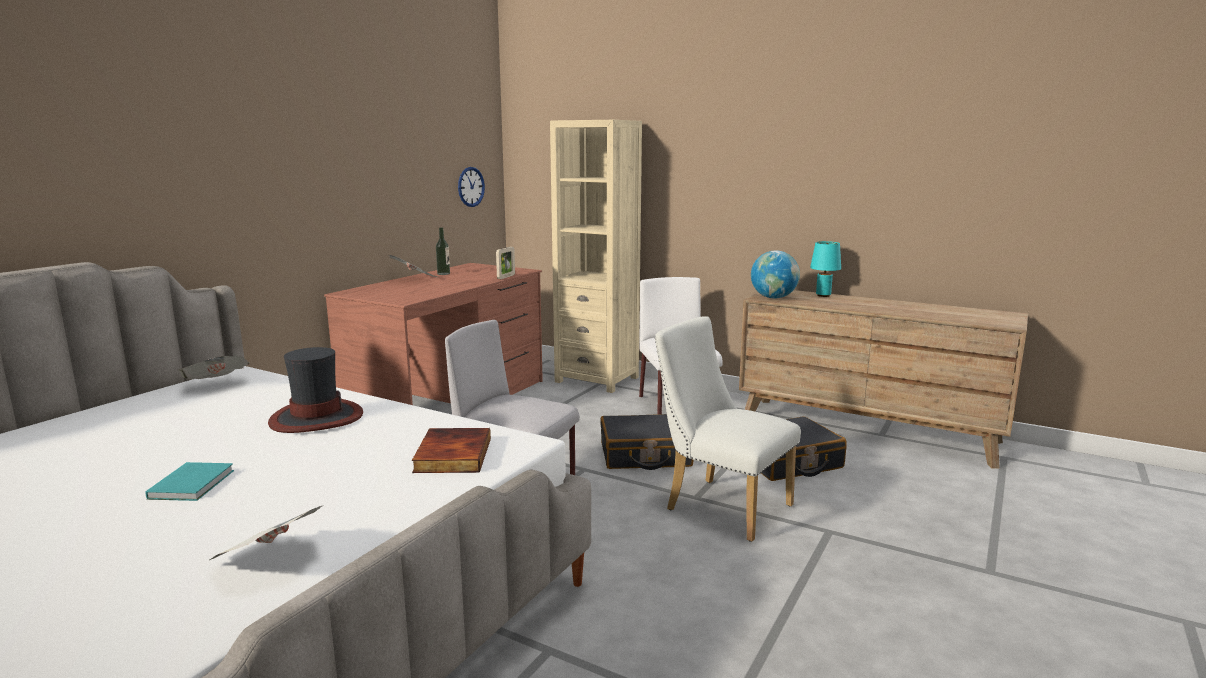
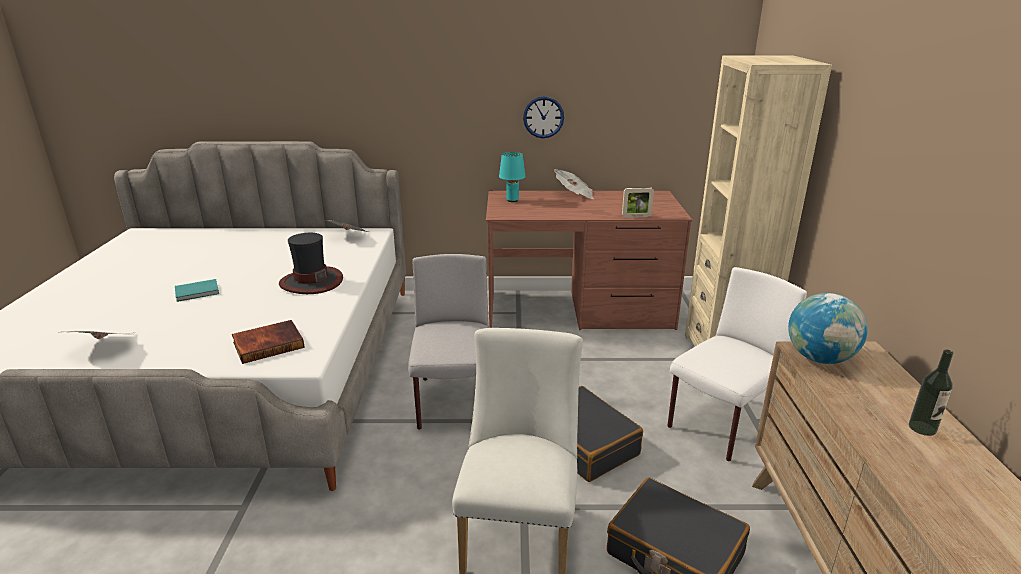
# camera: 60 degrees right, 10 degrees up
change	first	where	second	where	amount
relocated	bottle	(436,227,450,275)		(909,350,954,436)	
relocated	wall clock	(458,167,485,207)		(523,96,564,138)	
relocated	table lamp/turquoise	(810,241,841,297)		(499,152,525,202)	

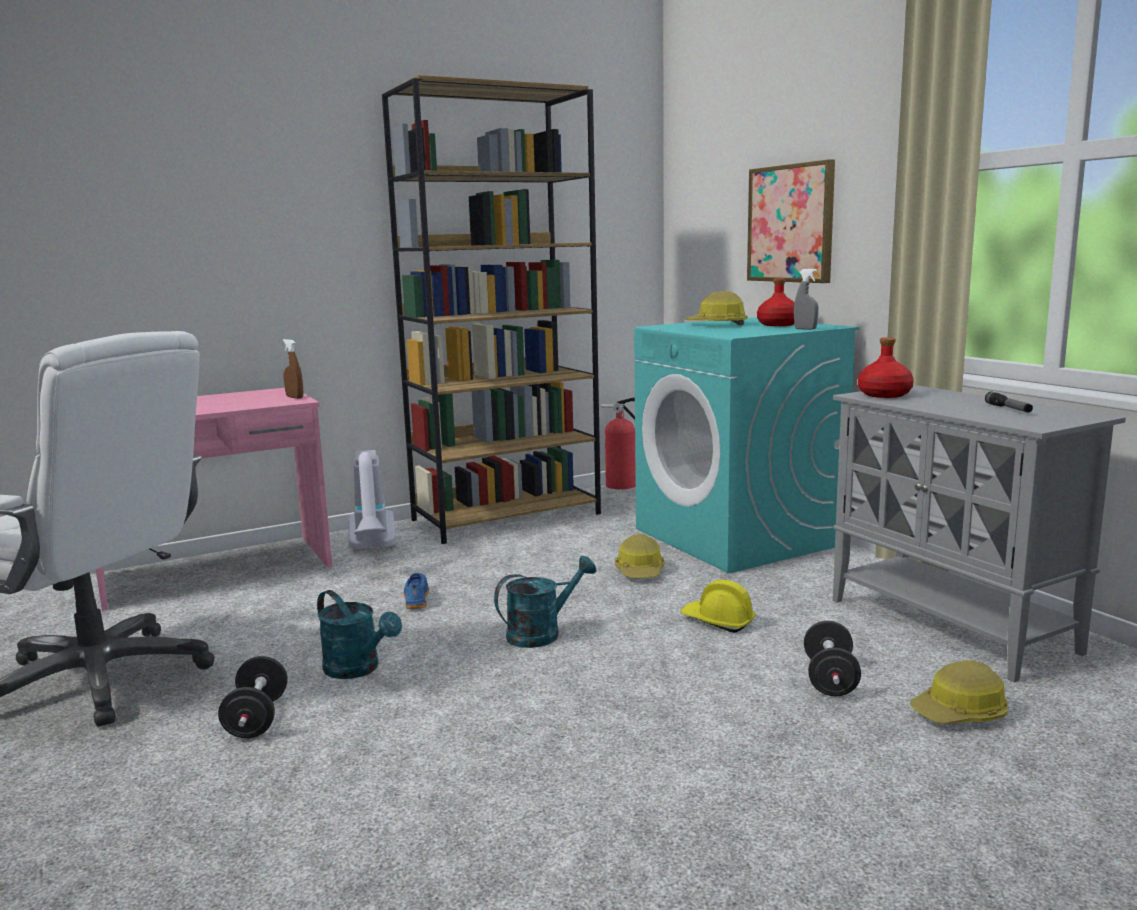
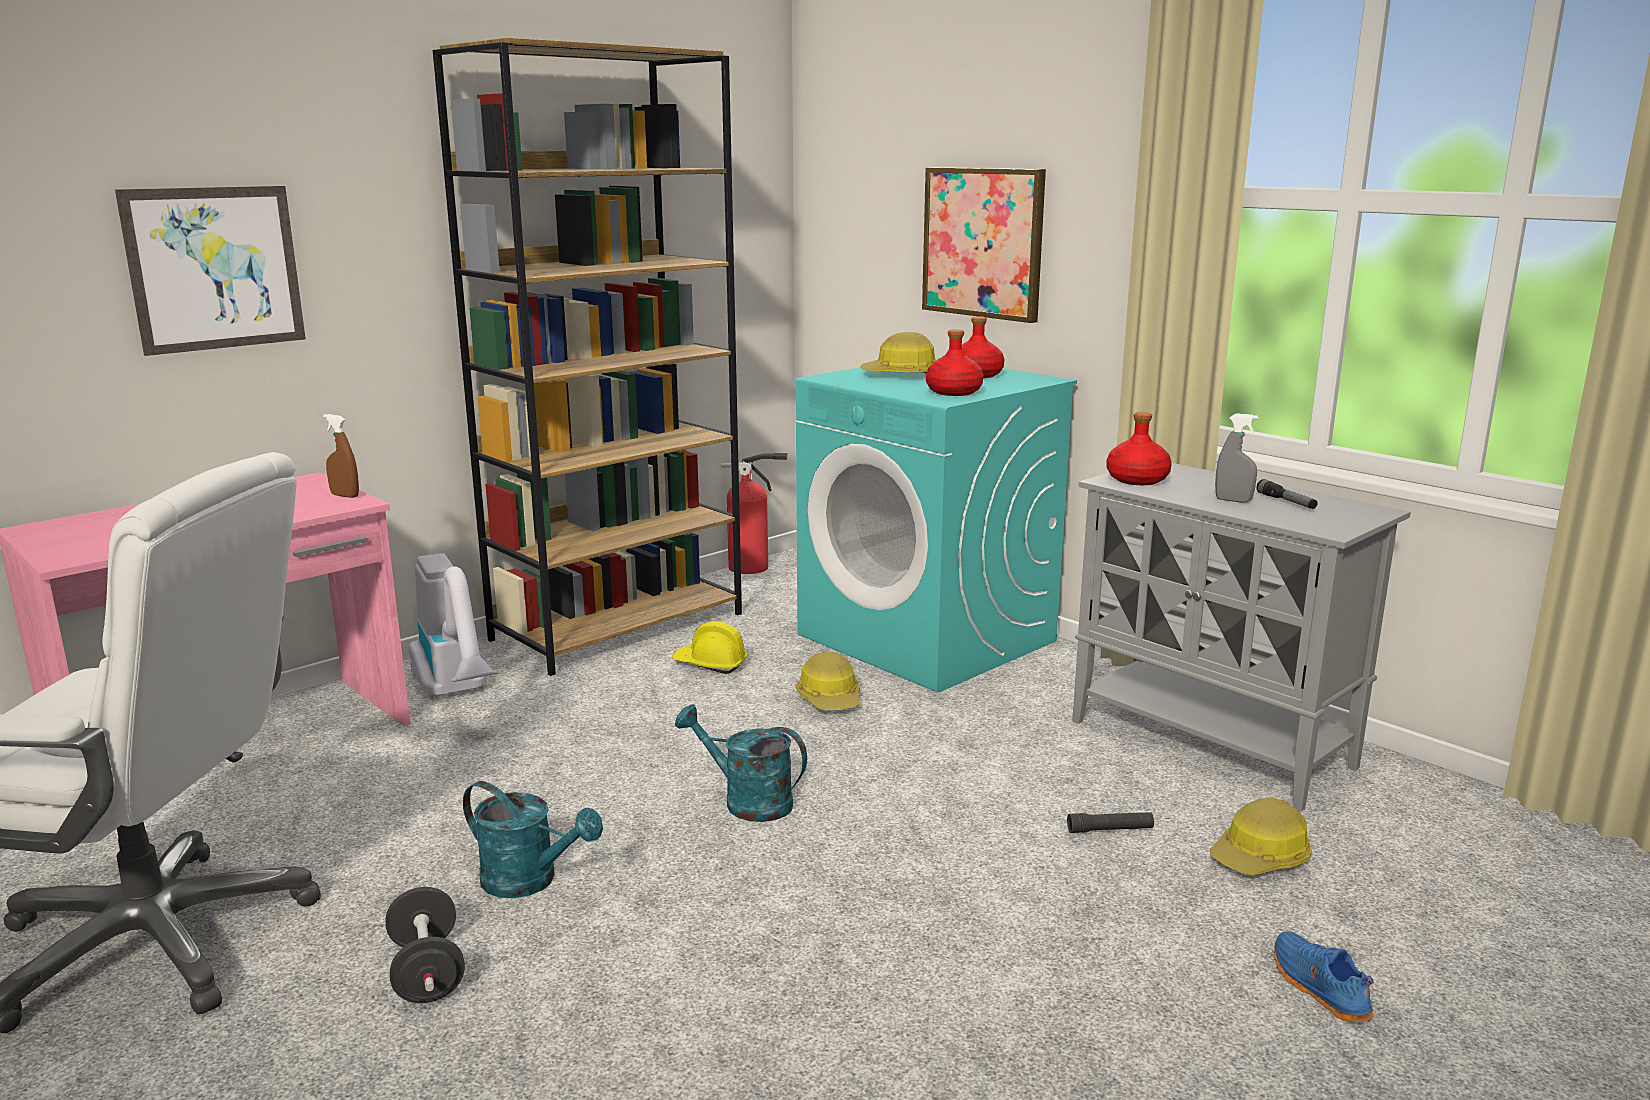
# camera: 15 degrees left, 5 degrees up
change	first	where	second	where	amount
appeared			picture	(115,186,306,356)	
appeared			bottle/red	(926,329,983,396)	
relocated	shoe/blue	(404,573,429,609)		(1274,931,1374,1022)	
relocated	hard hat/yellow	(681,580,756,633)		(672,621,748,674)	
relocated	spray bottle/grey	(794,269,819,330)		(1215,413,1258,503)	
exchanged	dumbbell/black	(804,621,861,696)	flashlight/black	(1067,812,1154,833)	
spun	watering can/turquoise	(494,556,597,648)		(675,705,807,822)	105 degrees counterclockwise

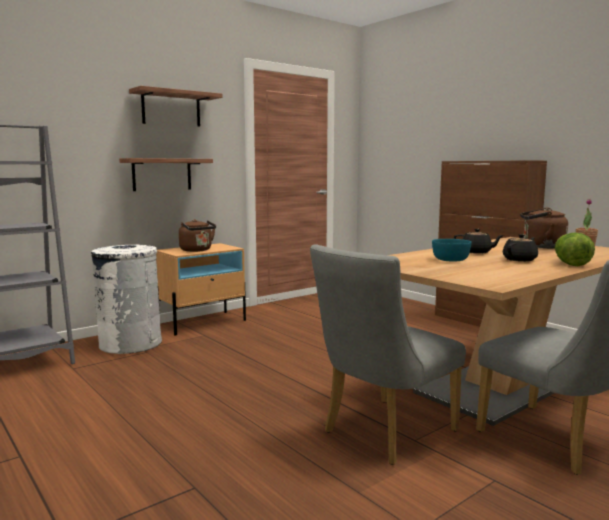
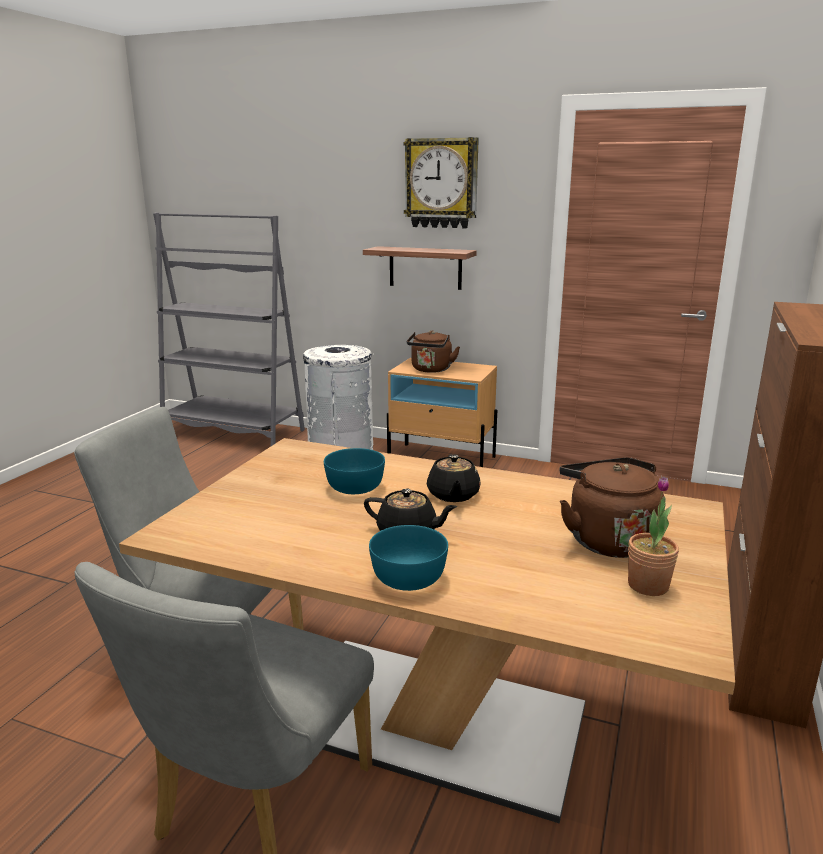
# camera: 60 degrees right, 10 degrees up
change	first	where	second	where	amount
exchanged	shelf	(129,86,223,127)	wall clock	(404,137,479,229)	
exchanged	lettuce	(555,233,595,266)	bowl/turquoise	(369,525,448,591)	

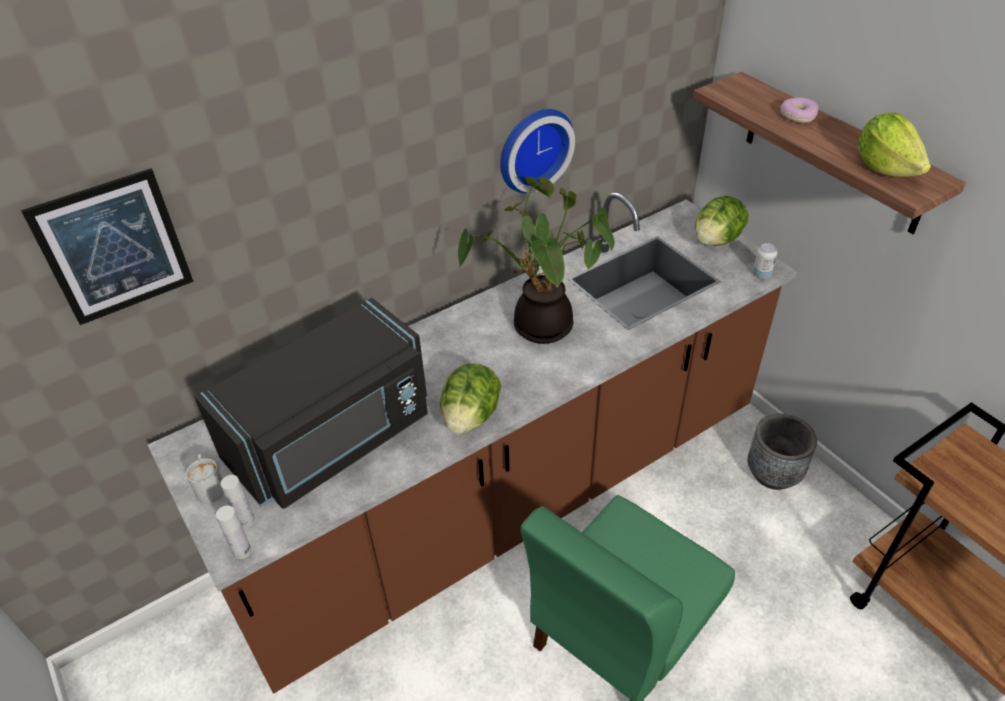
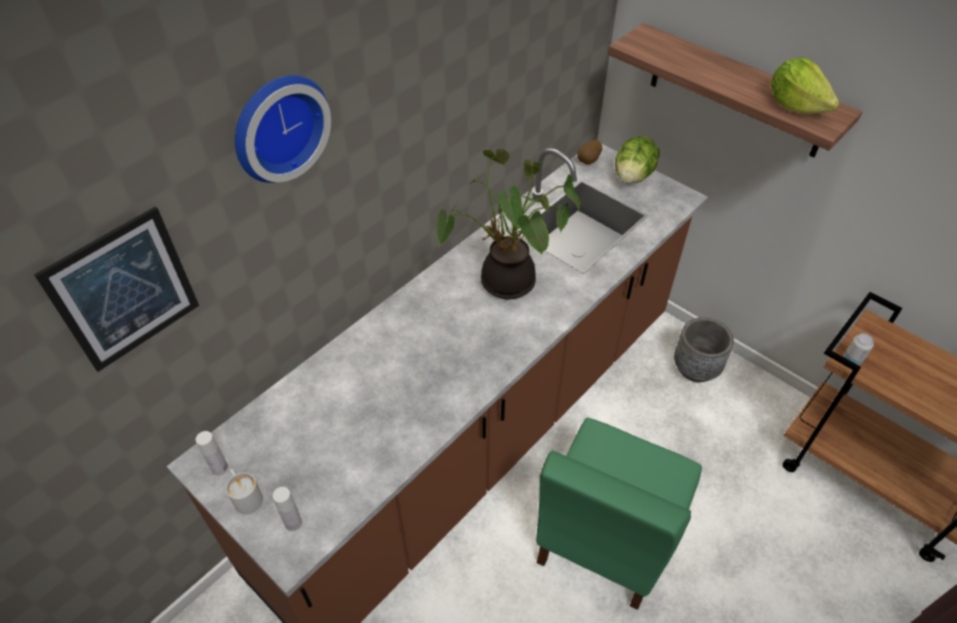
# camera: 15 degrees left, 5 degrees up
change	first	where	second	where	amount
missing	microwave/black	(194,298,428,509)			
missing	lettuce	(440,363,501,434)			
missing	donut	(780,97,819,123)			
appeared			potato	(577,140,602,164)	
relocated	bottle/white	(216,505,251,559)		(196,431,228,476)	
relocated	wall clock	(500,109,575,193)		(235,75,331,183)	
relocated	can	(753,243,777,278)		(844,333,874,365)	

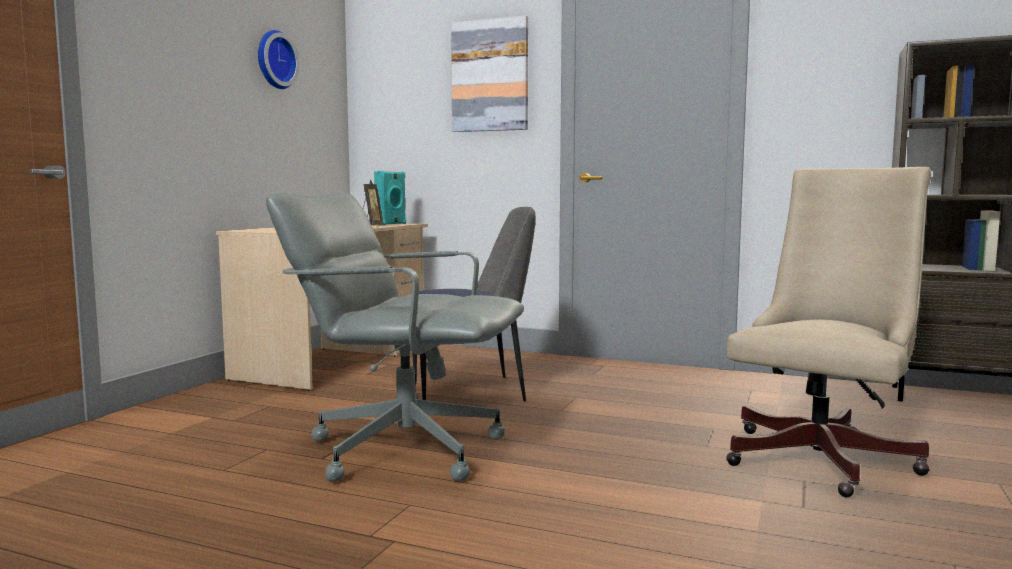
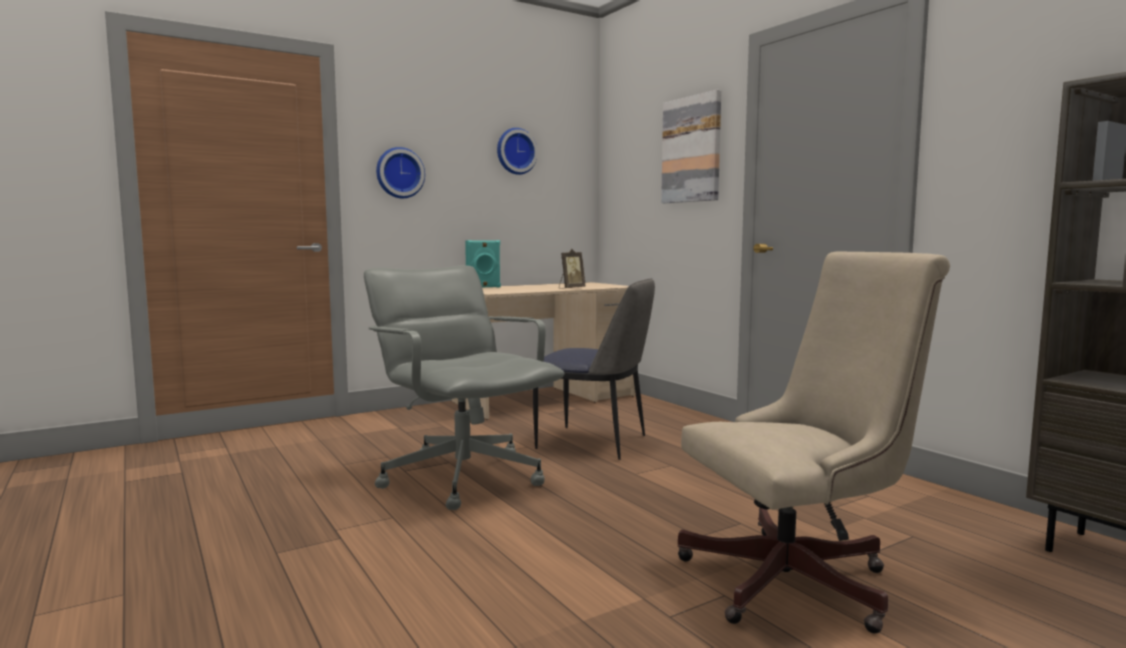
# camera: 35 degrees right, 0 degrees up
change	first	where	second	where	amount
appeared			wall clock	(376,147,425,198)	
relocated	speaker/turquoise	(374,171,406,225)		(465,240,501,287)	

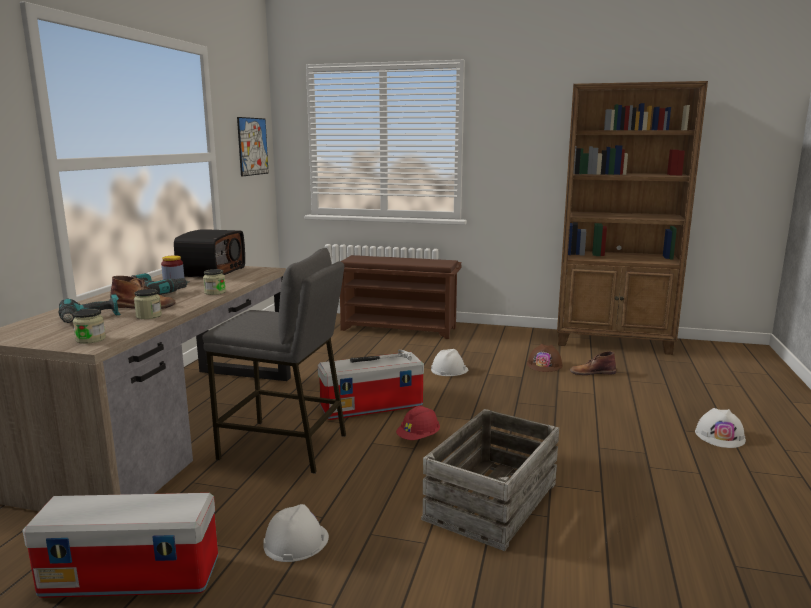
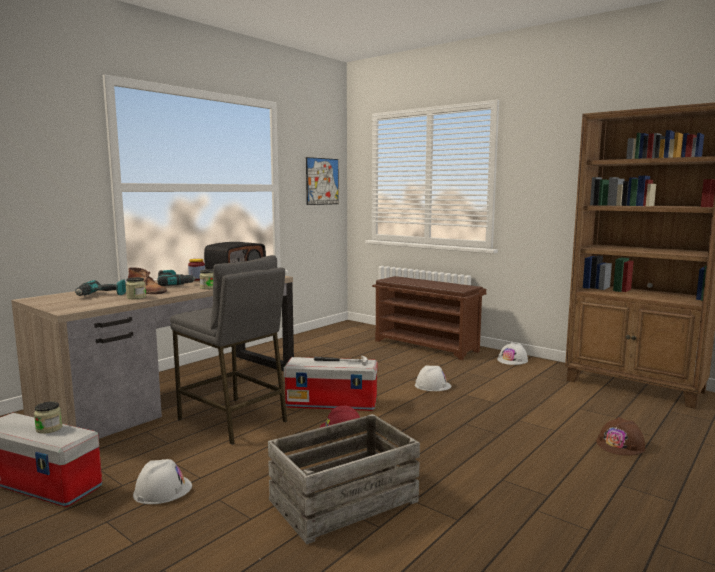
# camera: 25 degrees right, 5 degrees down
change	first	where	second	where	amount
missing	boot/brown	(570,351,616,375)			
relocated	jar	(73,309,106,344)		(34,401,63,434)	
relocated	hard hat/brown	(527,344,562,372)		(596,417,645,456)	
relocated	hard hat/white	(695,408,746,448)		(497,342,528,365)	

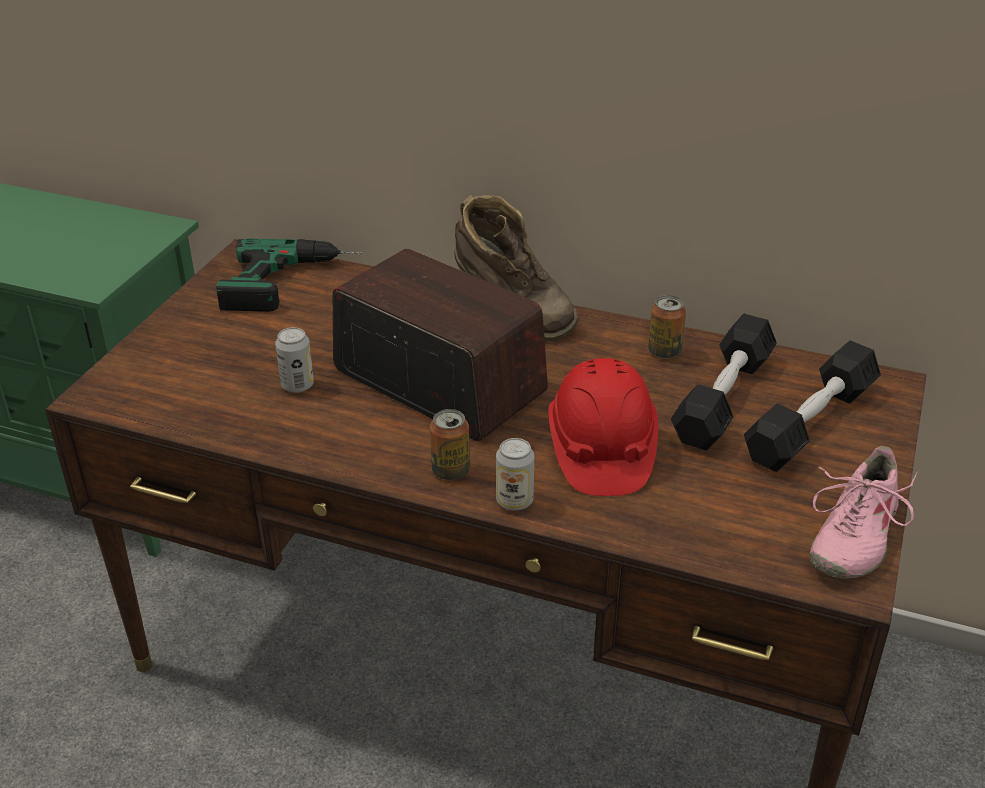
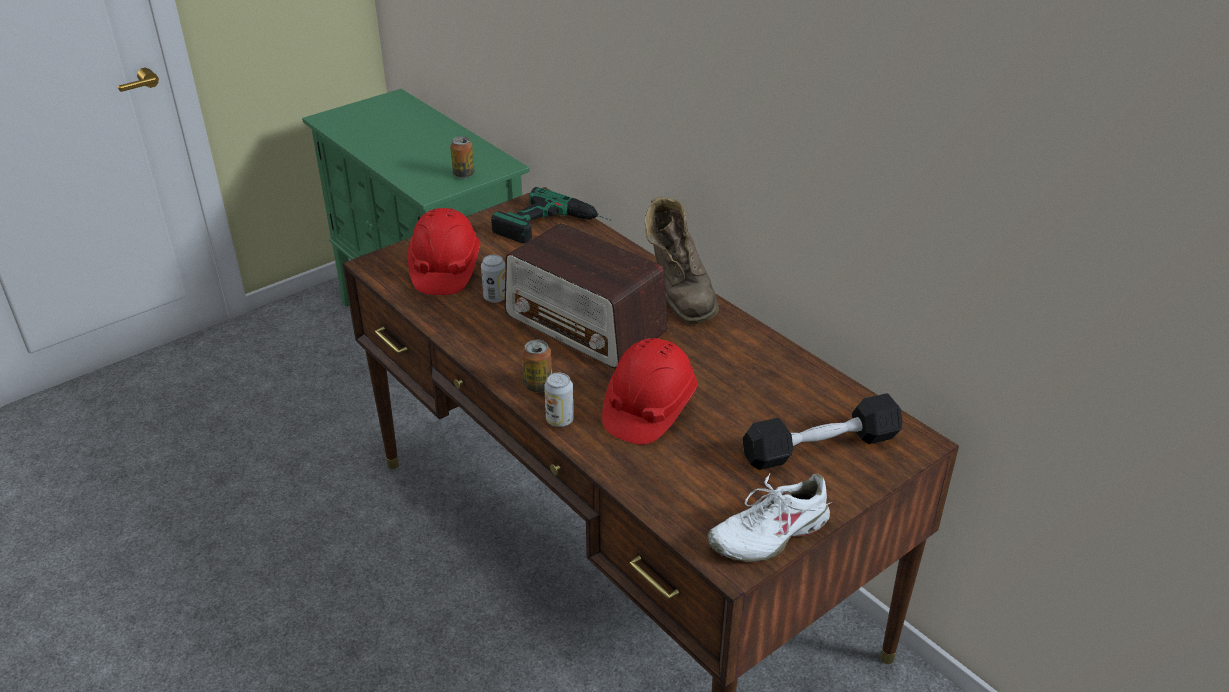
# camera: 30 degrees right, 0 degrees up
change	first	where	second	where	amount
missing	dumbbell/black	(671,314,777,451)			
appeared			hard hat/red	(408,208,480,295)	
relocated	can	(648,295,686,359)		(450,136,475,178)	
colour	shoe/pink	(810,446,917,578)	shoe/white	(707,473,832,562)	
spun	radio	(333,248,548,441)		(505,223,668,369)	150 degrees clockwise

